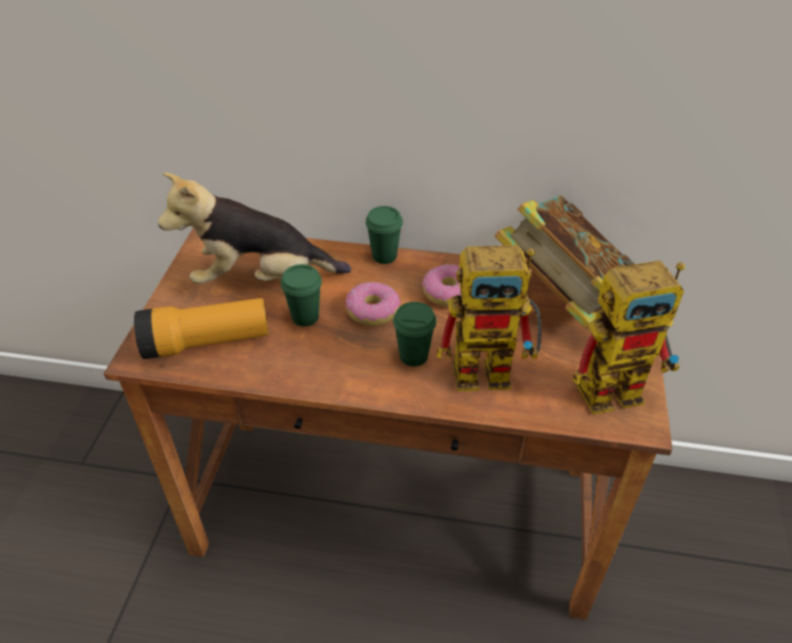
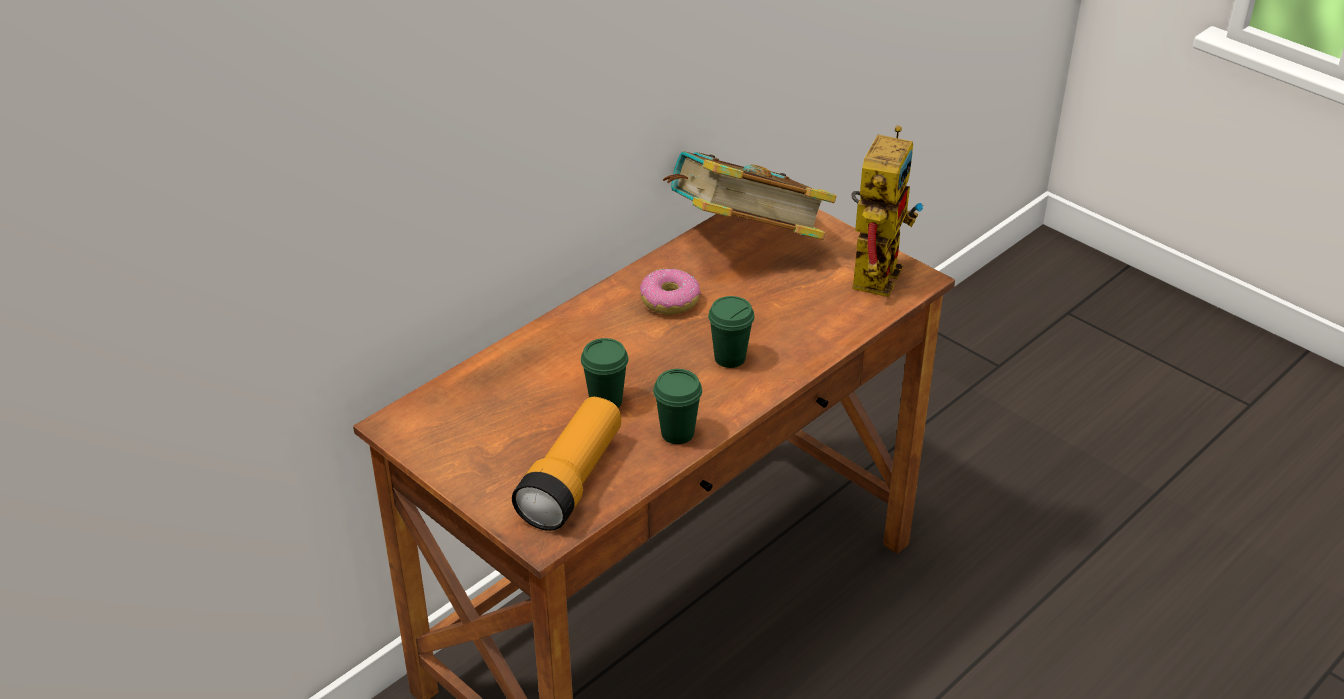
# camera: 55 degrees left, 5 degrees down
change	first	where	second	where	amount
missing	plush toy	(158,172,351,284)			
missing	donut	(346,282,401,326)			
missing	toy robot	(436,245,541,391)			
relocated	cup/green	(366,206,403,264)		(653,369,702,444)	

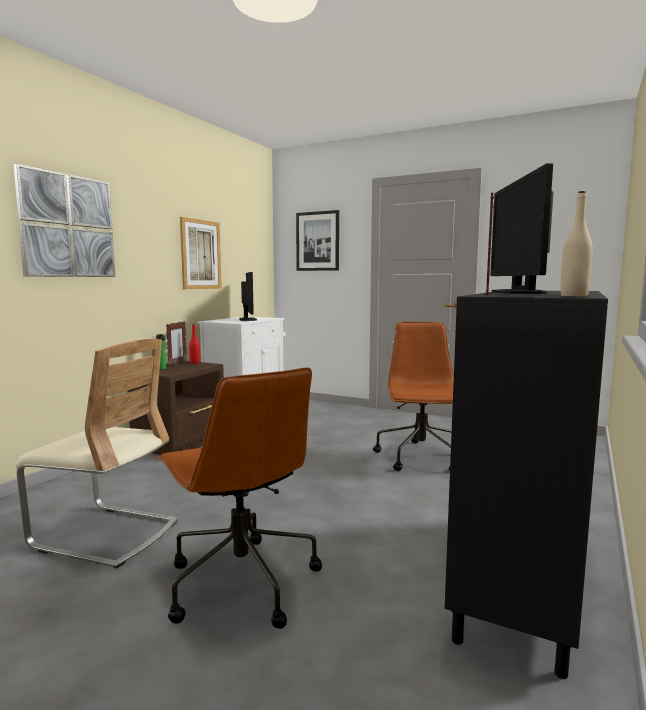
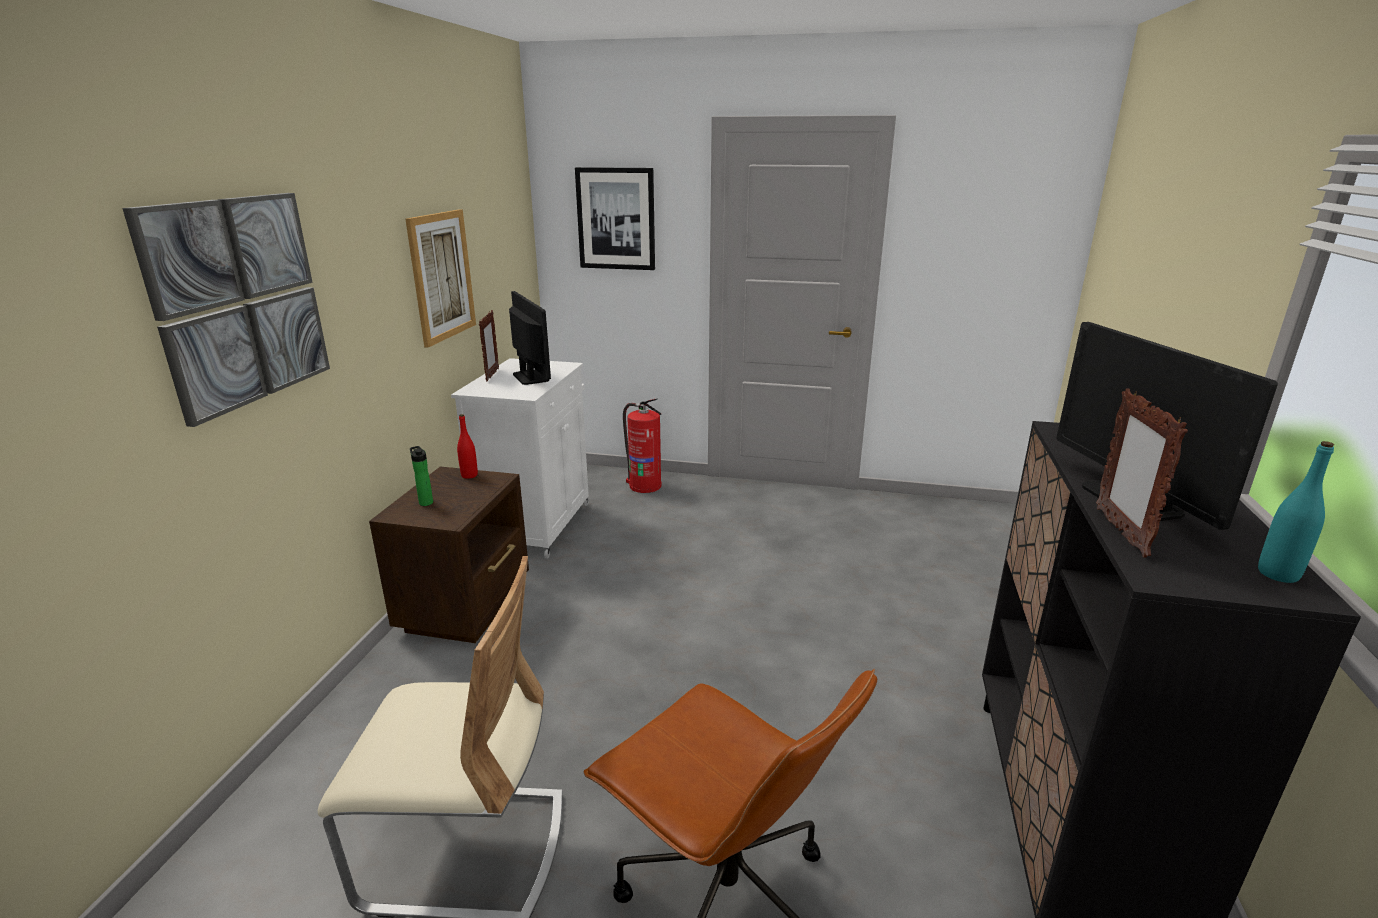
# camera: 15 degrees left, 15 degrees up
change	first	where	second	where	amount
missing	office chair/brown	(373,322,454,471)			
appeared			fire extinguisher	(623,398,662,493)	
relocated	picture frame	(166,321,187,366)		(479,310,499,382)	
colour	bottle/beige	(561,191,593,296)	bottle/turquoise	(1258,441,1334,583)	

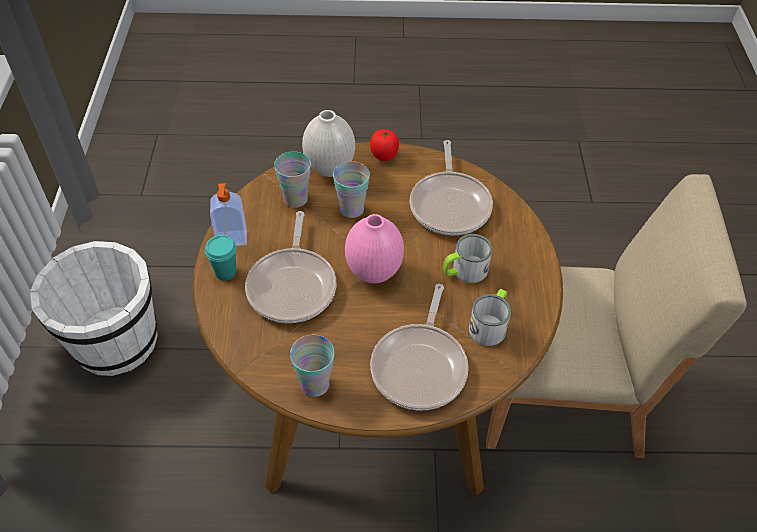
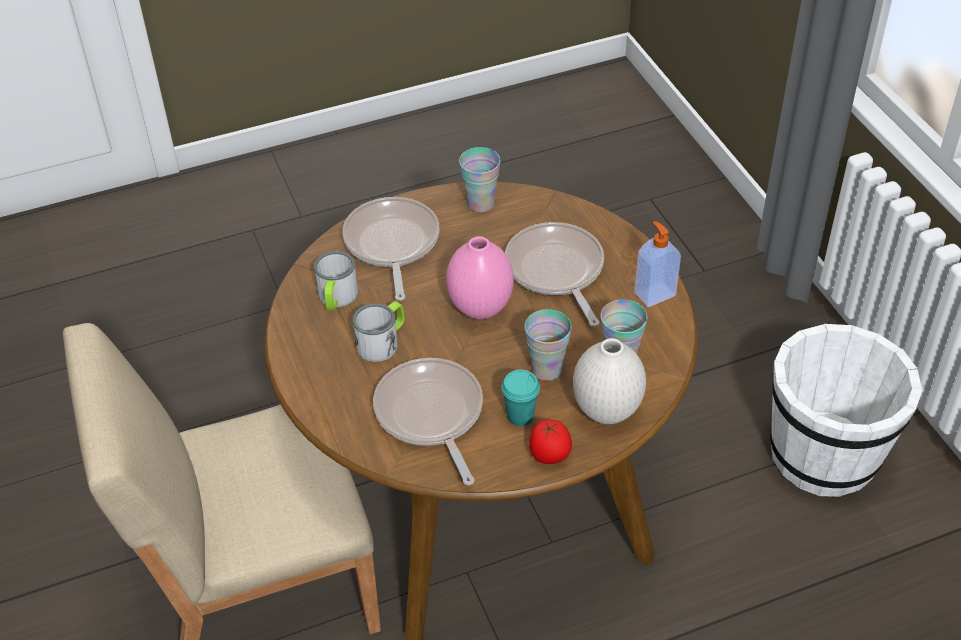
# camera: 160 degrees right, 5 degrees down
change	first	where	second	where	amount
relocated	cup/turquoise	(205,235,237,281)		(501,370,540,426)	

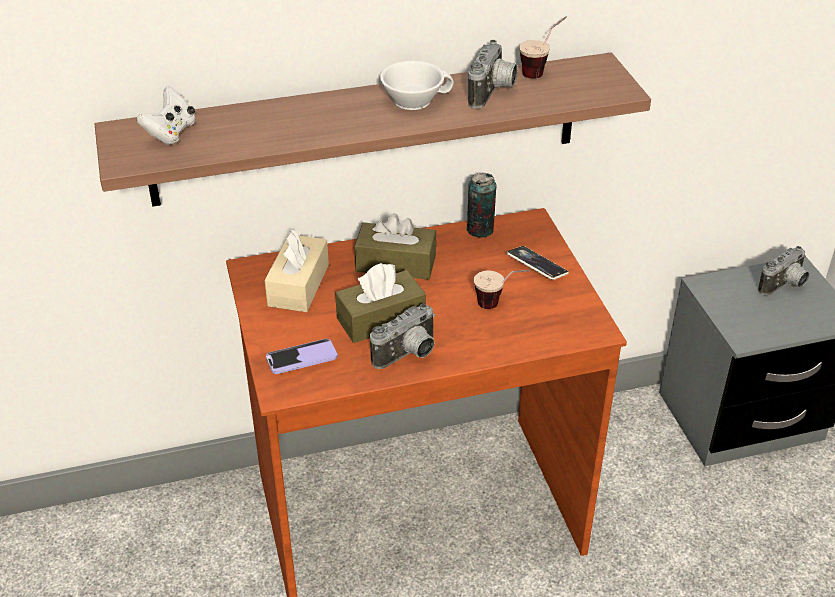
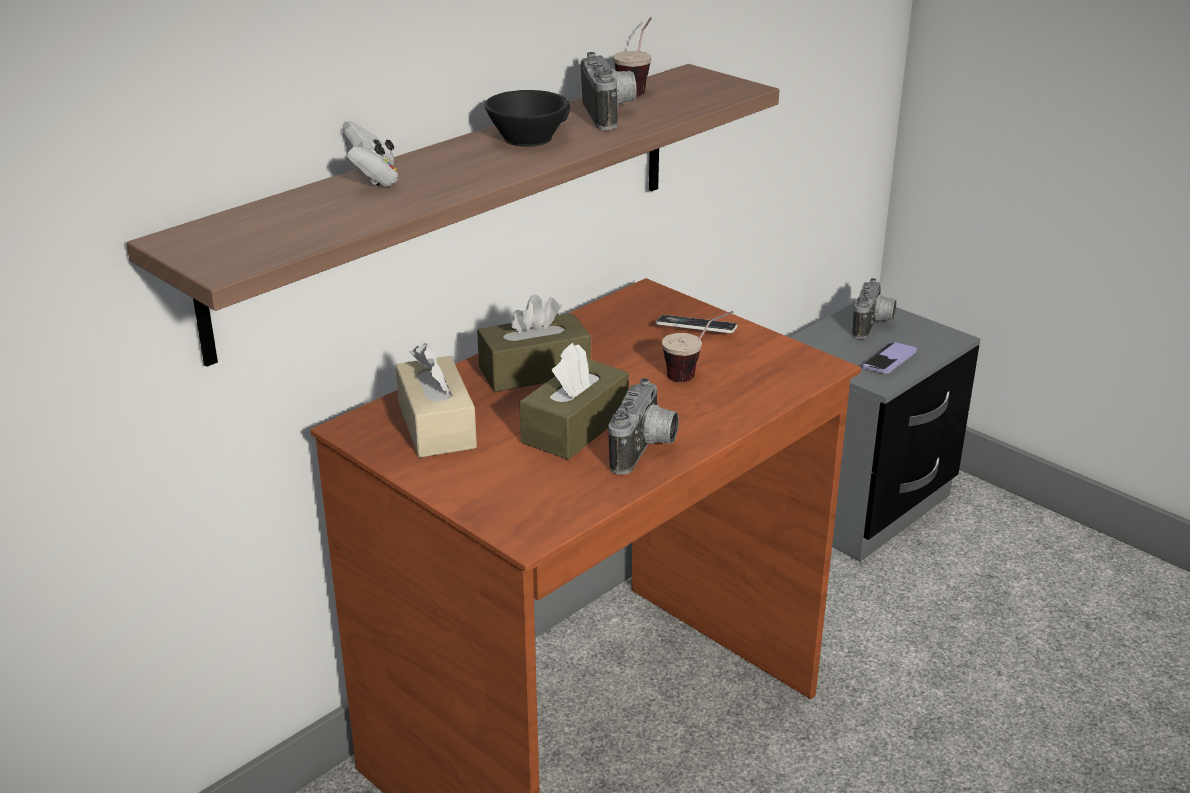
# camera: 30 degrees left, 10 degrees down
change	first	where	second	where	amount
missing	can	(466,173,496,238)			
relocated	game controller/white	(137,86,195,145)		(342,121,398,187)	
relocated	phone	(266,339,338,374)		(861,342,917,374)	
colour	cup/white	(380,61,454,110)	cup/black	(484,90,570,147)	

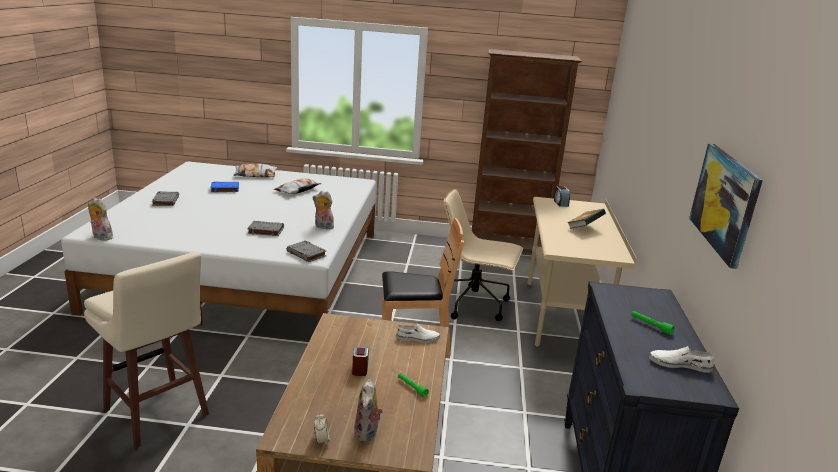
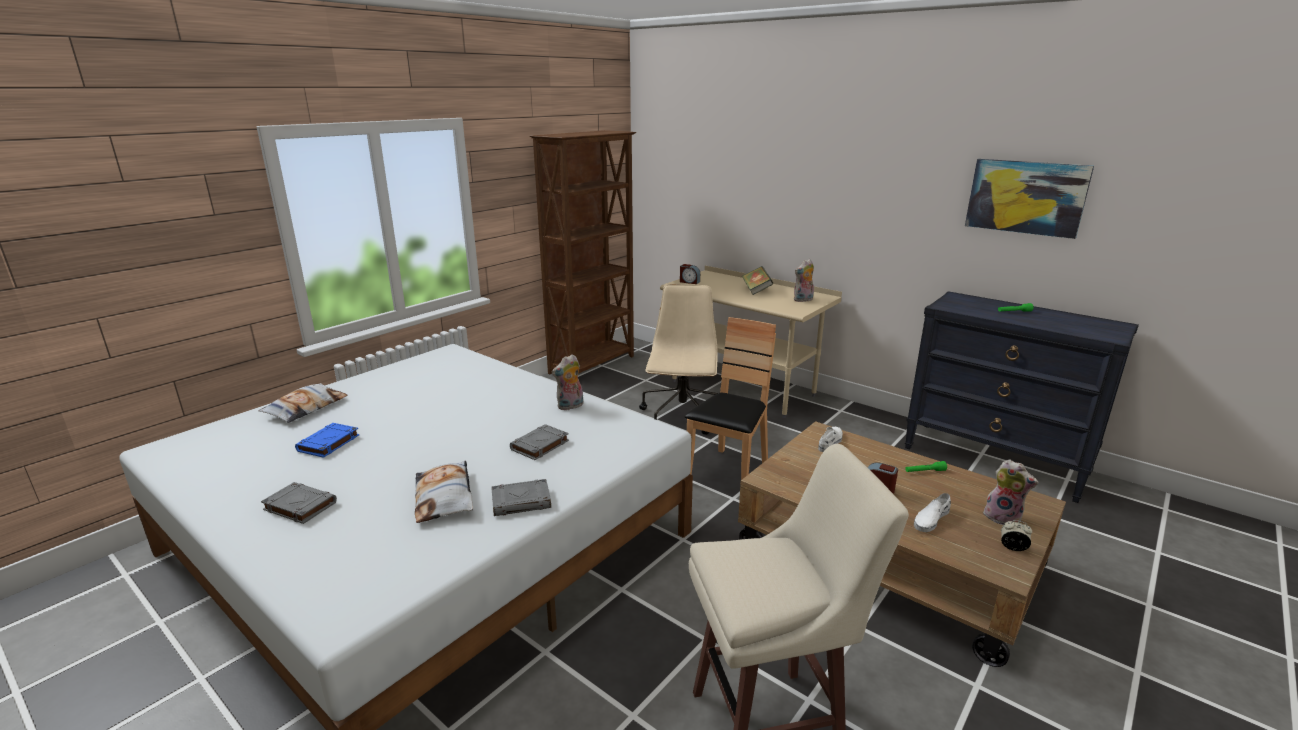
# camera: 55 degrees left, 0 degrees up
change	first	where	second	where	amount
relocated	plush toy	(88,198,113,241)		(794,259,814,302)	
relocated	pillow	(274,178,322,194)		(415,461,473,523)	
relocated	book/grey	(287,240,326,262)		(491,479,551,516)	
relocated	shoe/white	(649,346,715,373)		(914,493,951,532)	
spun	office chair/beige	(444,189,523,321)		(639,284,718,435)	135 degrees clockwise

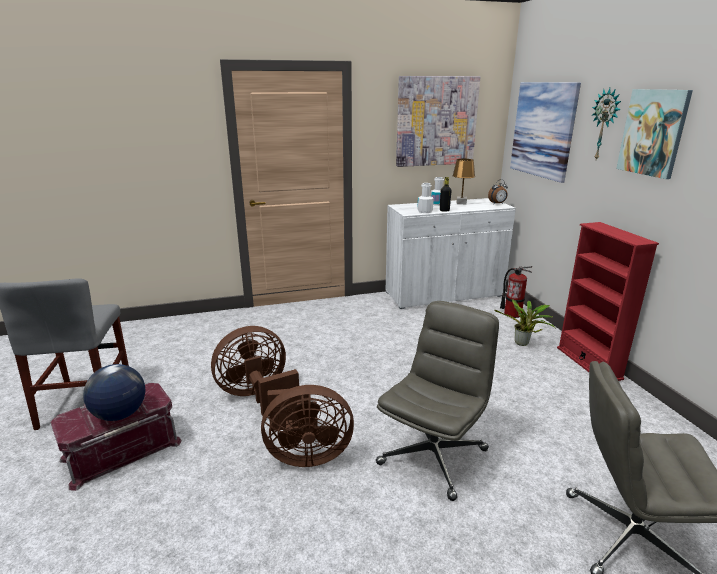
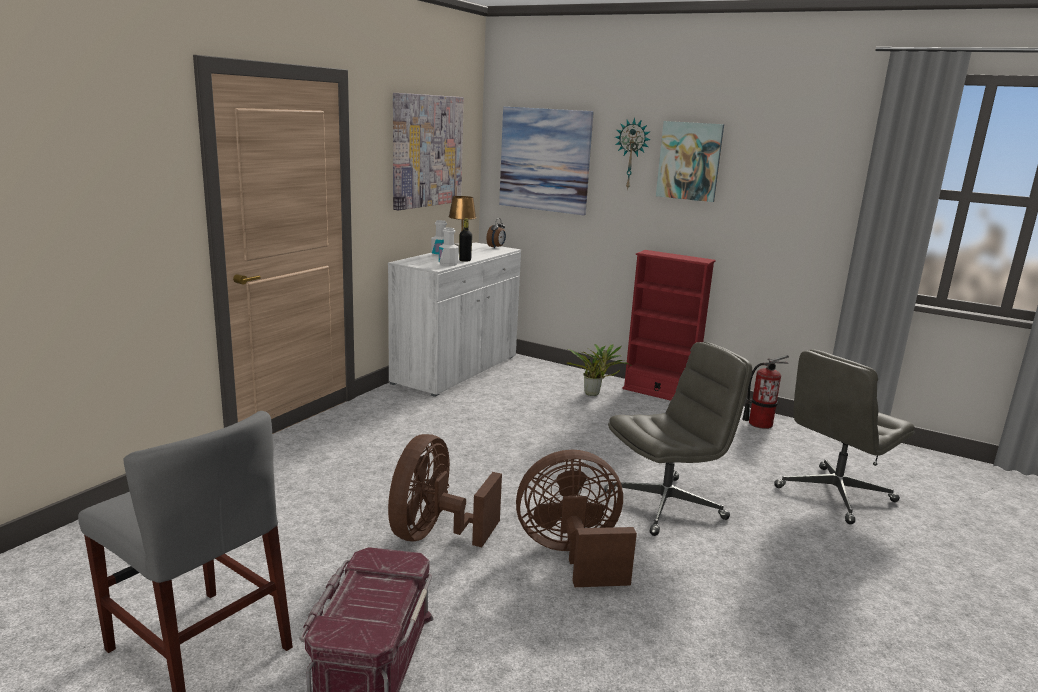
# camera: 45 degrees left, 5 degrees down
change	first	where	second	where	amount
missing	globe	(83,364,145,421)			
relocated	fire extinguisher	(500,266,532,318)		(742,355,789,429)	
spun	fan/brown	(261,385,354,467)		(516,450,637,587)	135 degrees counterclockwise
spun	office chair/grey	(376,301,499,501)		(604,342,752,536)	75 degrees clockwise

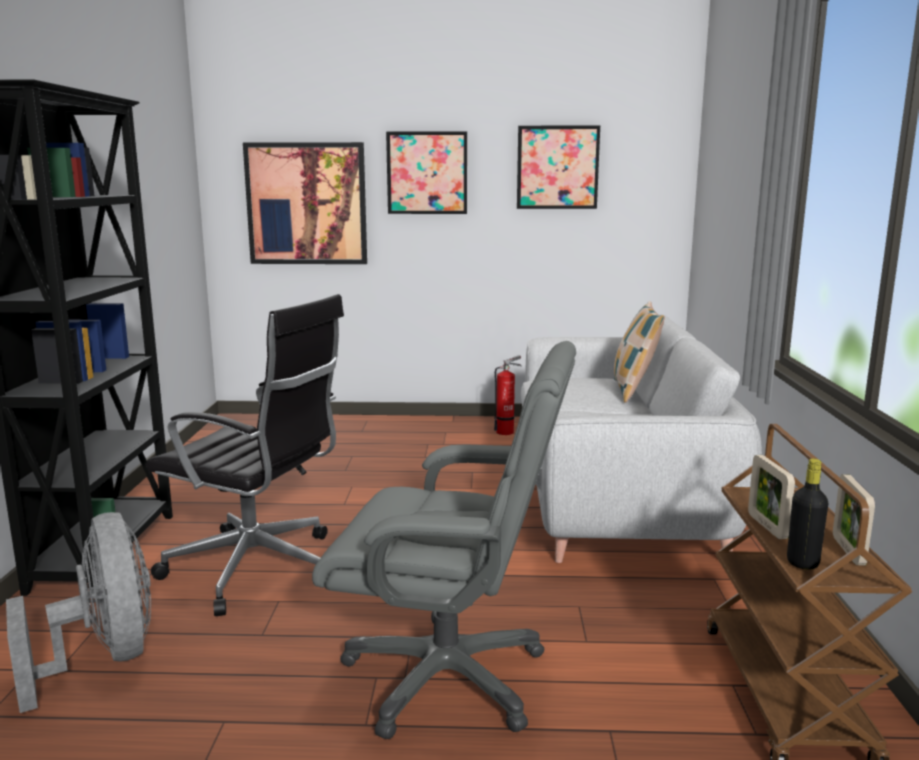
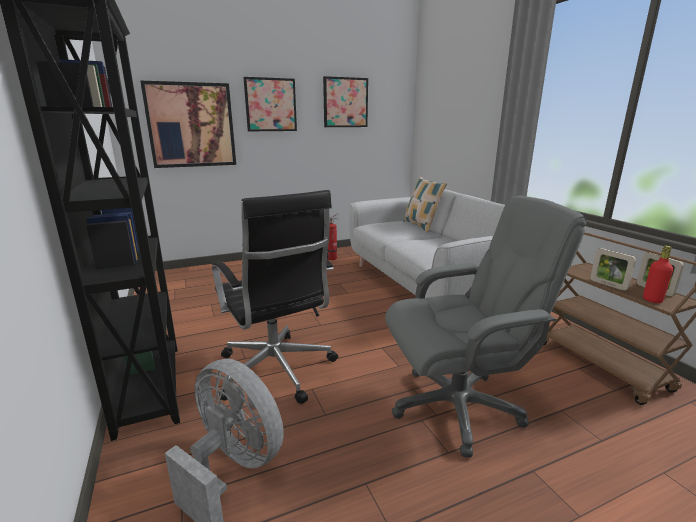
# camera: 25 degrees left, 5 degrees up
change	first	where	second	where	amount
colour	bottle/black	(787,459,828,570)	bottle/red	(643,246,673,303)	
spun	office chair/black	(146,294,344,616)		(212,190,338,404)	60 degrees clockwise

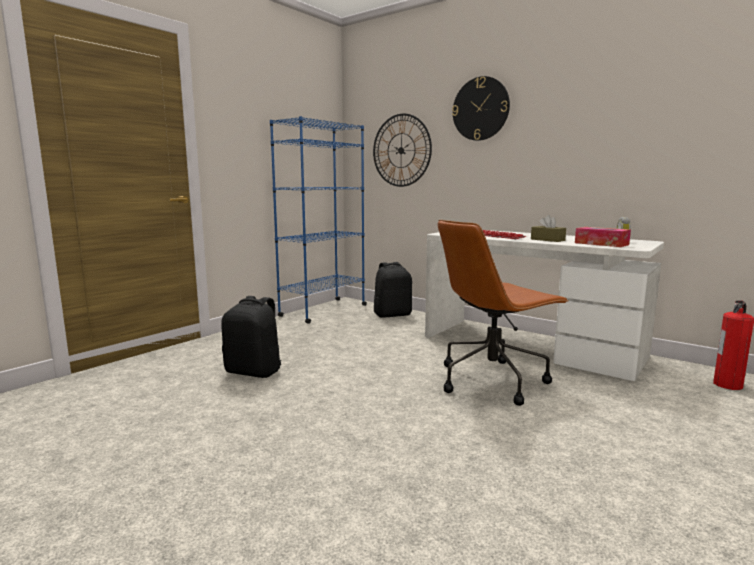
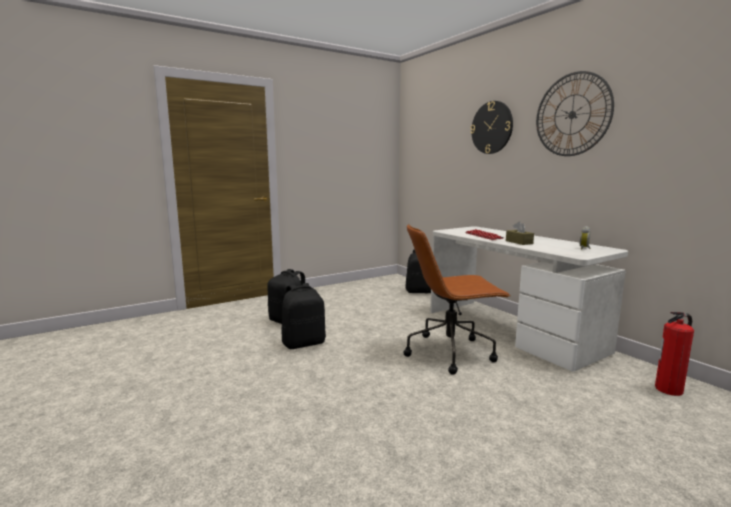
# camera: 20 degrees right, 0 degrees up
change	first	where	second	where	amount
missing	bookcase/blue	(270,116,367,324)			
missing	tissue box	(575,227,631,247)			
appeared			backpack/black	(282,283,326,349)	
relocated	wall clock	(373,114,432,187)		(536,71,614,156)	

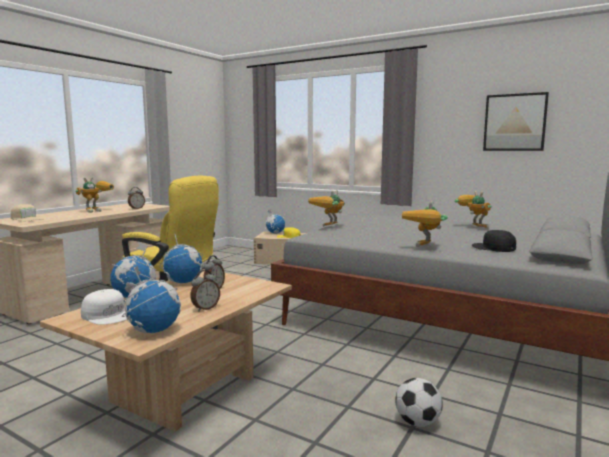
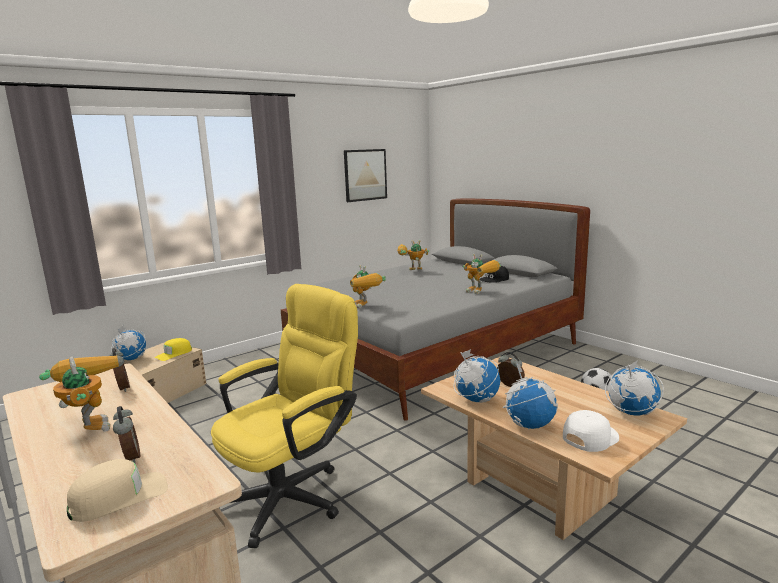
# camera: 70 degrees left, 5 degrees up
change	first	where	second	where	amount
relocated	alarm clock	(190,270,220,311)		(113,406,140,463)	

